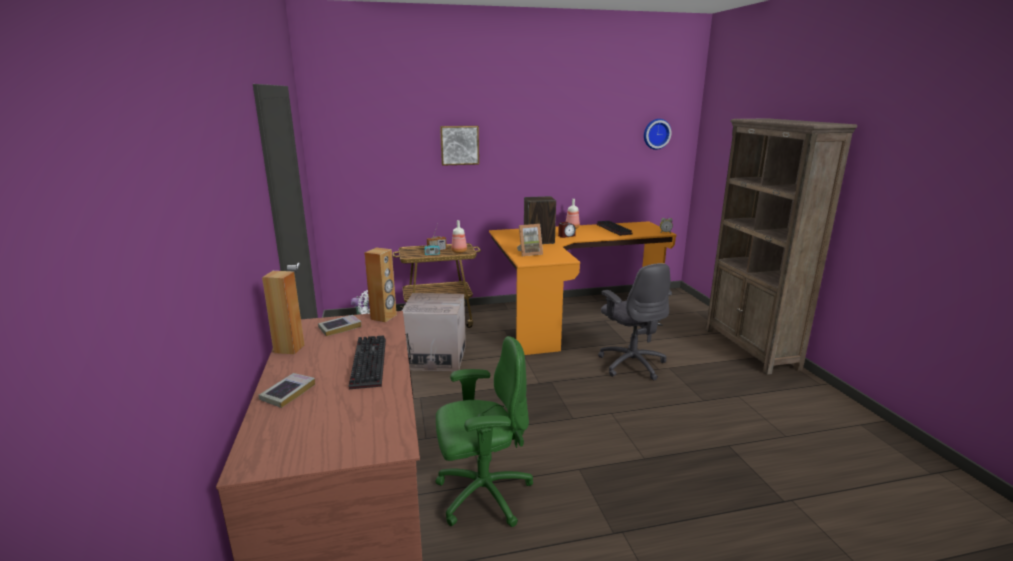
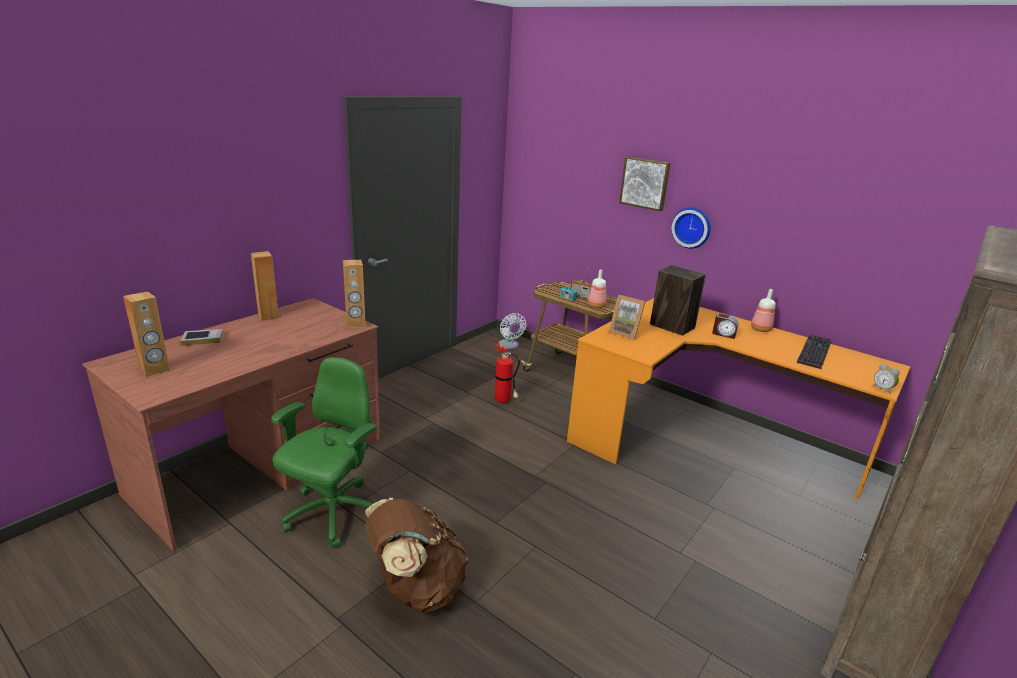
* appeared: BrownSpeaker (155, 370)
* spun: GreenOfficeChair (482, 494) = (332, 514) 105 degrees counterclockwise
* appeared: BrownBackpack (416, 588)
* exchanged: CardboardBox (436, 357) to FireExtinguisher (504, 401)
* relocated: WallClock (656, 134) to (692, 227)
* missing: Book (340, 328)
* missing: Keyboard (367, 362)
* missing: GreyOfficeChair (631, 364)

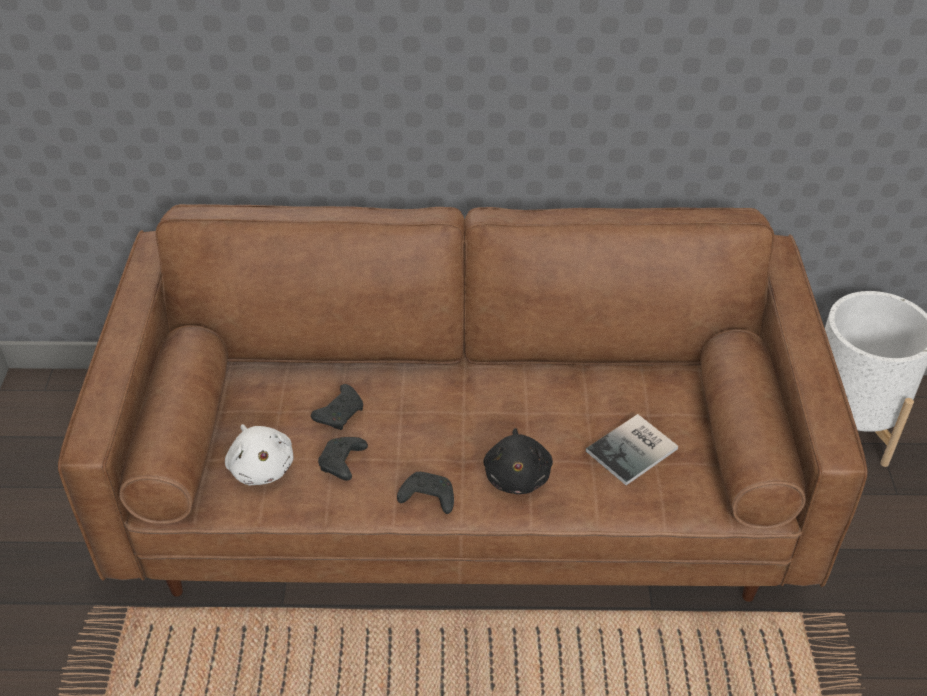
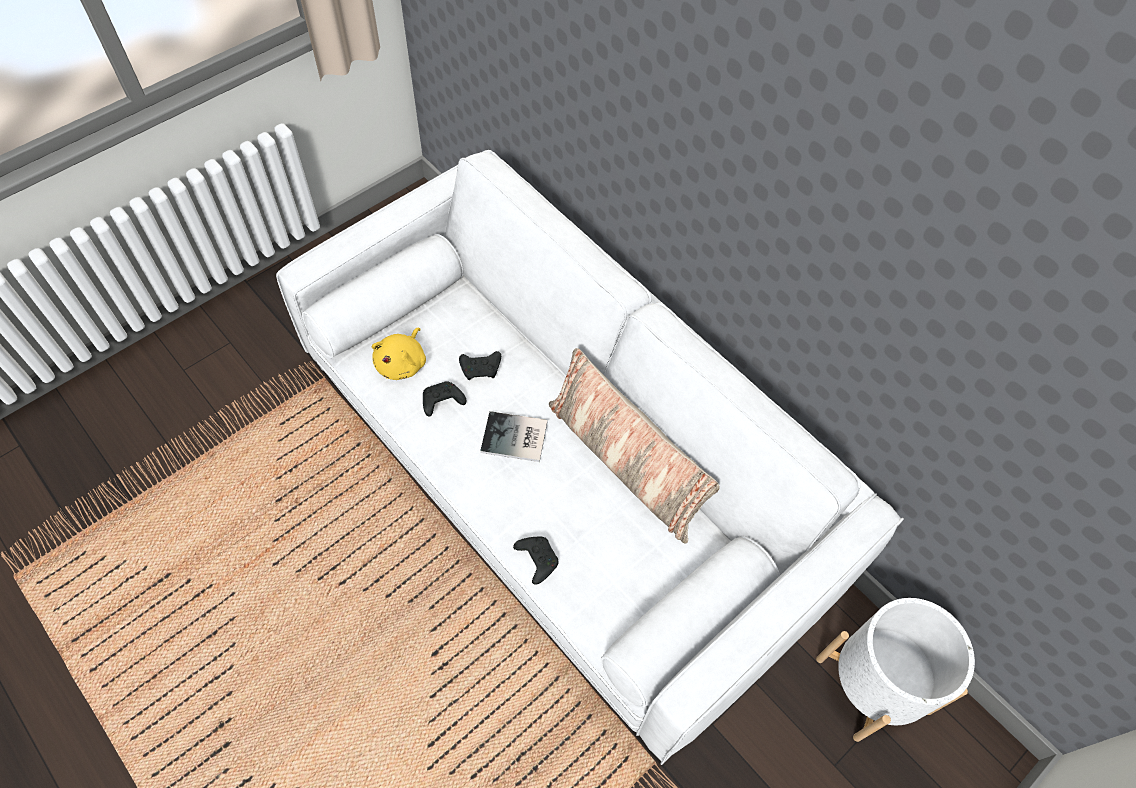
* colour: BrownSofa (463, 490) to WhiteSofa (562, 477)
* colour: WhitePlushToy (261, 467) to YellowPlushToy (402, 363)
* relocated: Book (635, 450) to (515, 439)
* relocated: BlackGameController (426, 498) to (536, 559)
* appeared: Pillow (625, 463)
* missing: BlackPlushToy (517, 475)

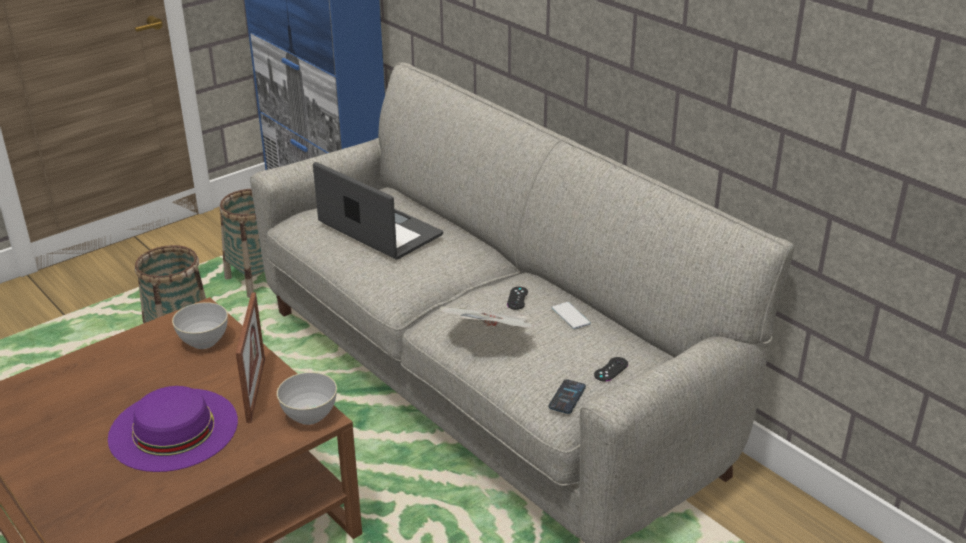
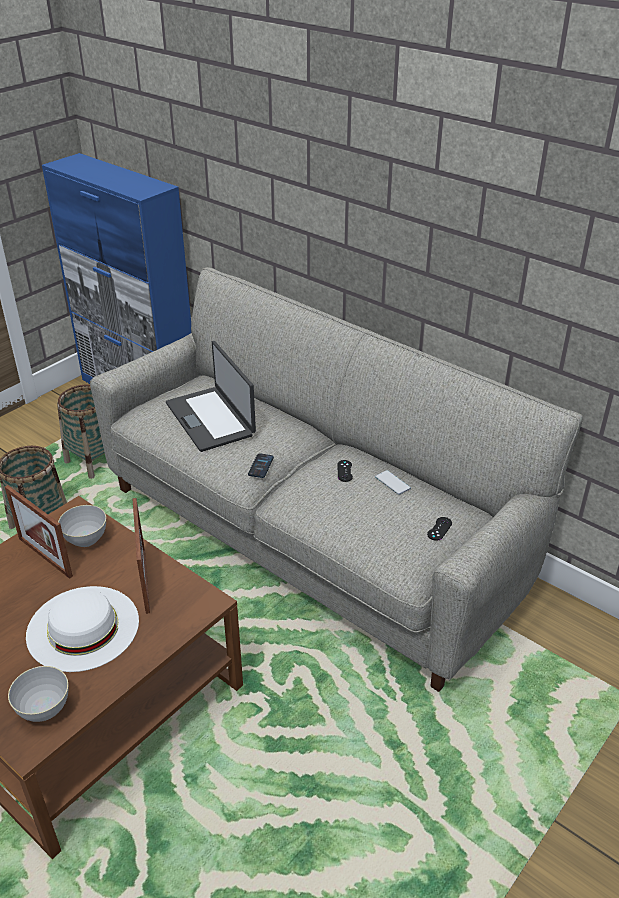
* appeared: PictureFrame (45, 557)
* relocated: GreyBowl (309, 416) to (44, 709)
* colour: PurpleHat (173, 429) to WhiteHat (83, 627)
* spun: Laptop (379, 230) = (211, 418) 150 degrees counterclockwise
* relocated: Phone (567, 397) to (261, 466)
* missing: Newspaper (491, 338)

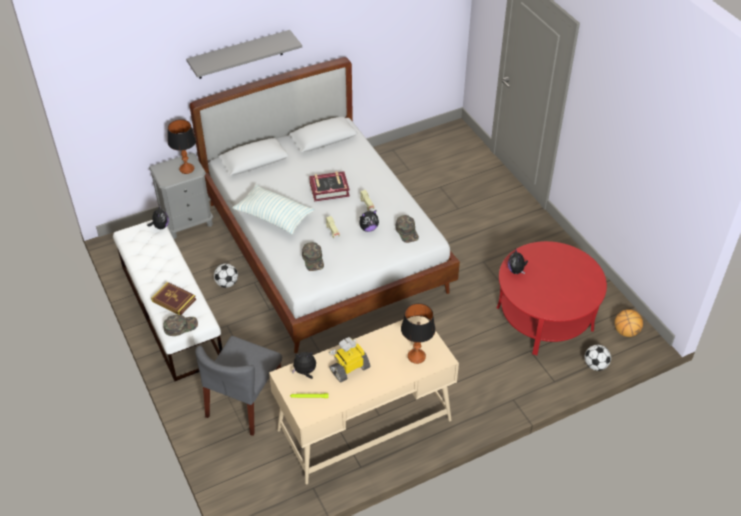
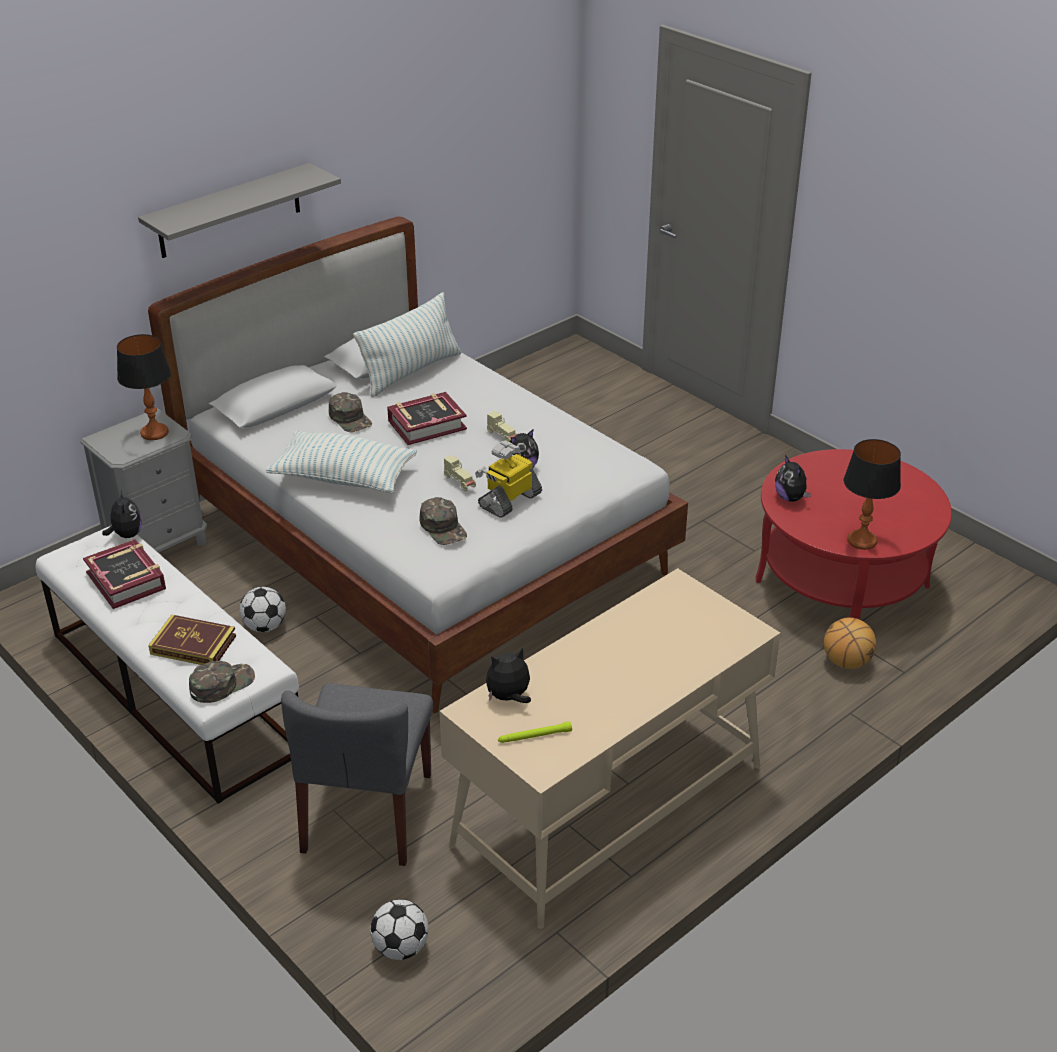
* appeared: Book (127, 580)
* relocated: GreenCap (407, 232) to (350, 418)
* appeared: Pillow (411, 372)
* relocated: Football (595, 365) to (400, 947)
* relocated: ToyRobot (349, 368) to (509, 500)
* relocated: Basketball (626, 332) to (846, 662)
* relocated: TableLamp (416, 356) to (861, 541)

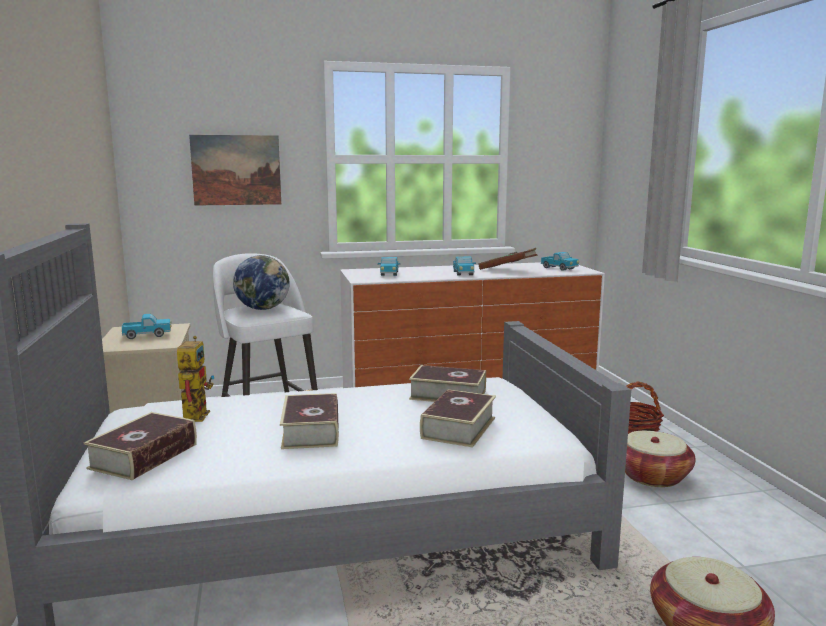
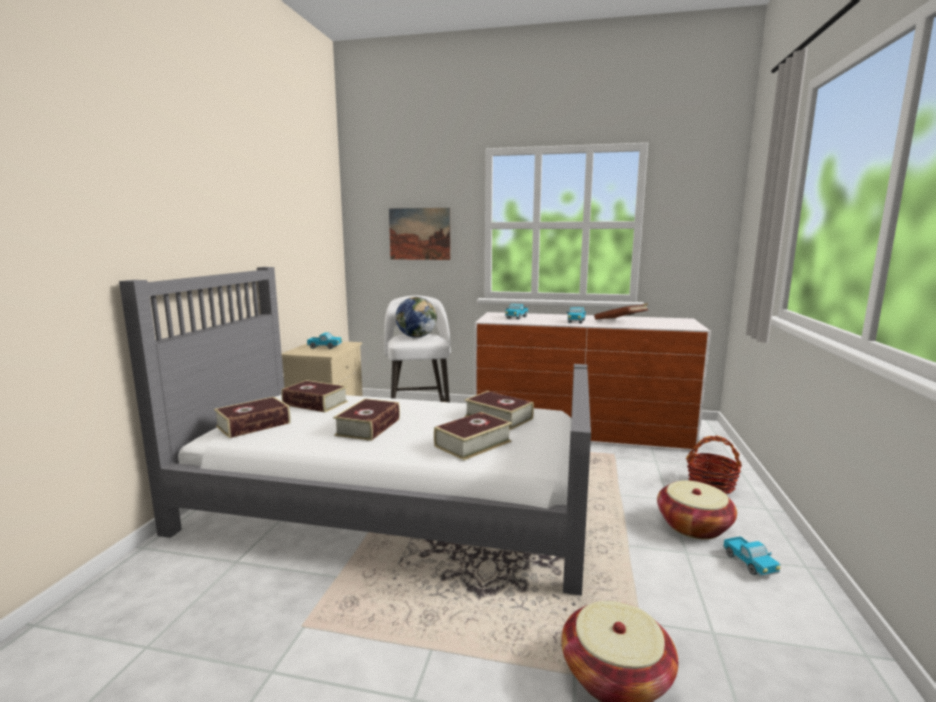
* exchanged: ToyRobot (195, 414) to Book (315, 403)
* relocated: ToyTruck (559, 268) to (749, 564)

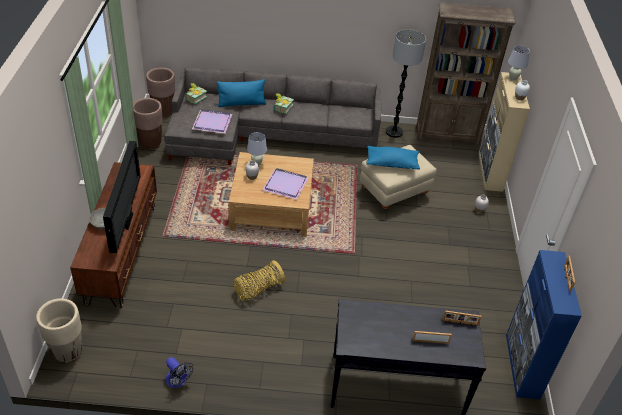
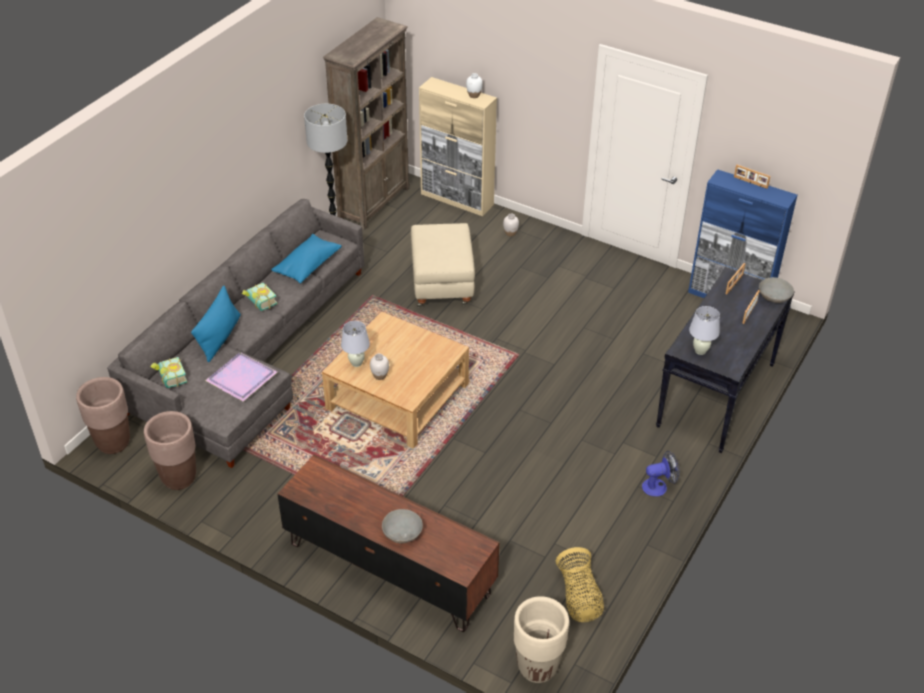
* relocated: BluePillow (392, 163) to (307, 266)
* relocated: Basket (257, 289) to (579, 597)
* relocated: Fan (178, 381) to (658, 486)
* relocated: WhiteTableLamp (513, 78) to (700, 351)
* appeared: GreyBowl (774, 297)
* missing: Television (127, 220)
* missing: PurpleTray (286, 185)

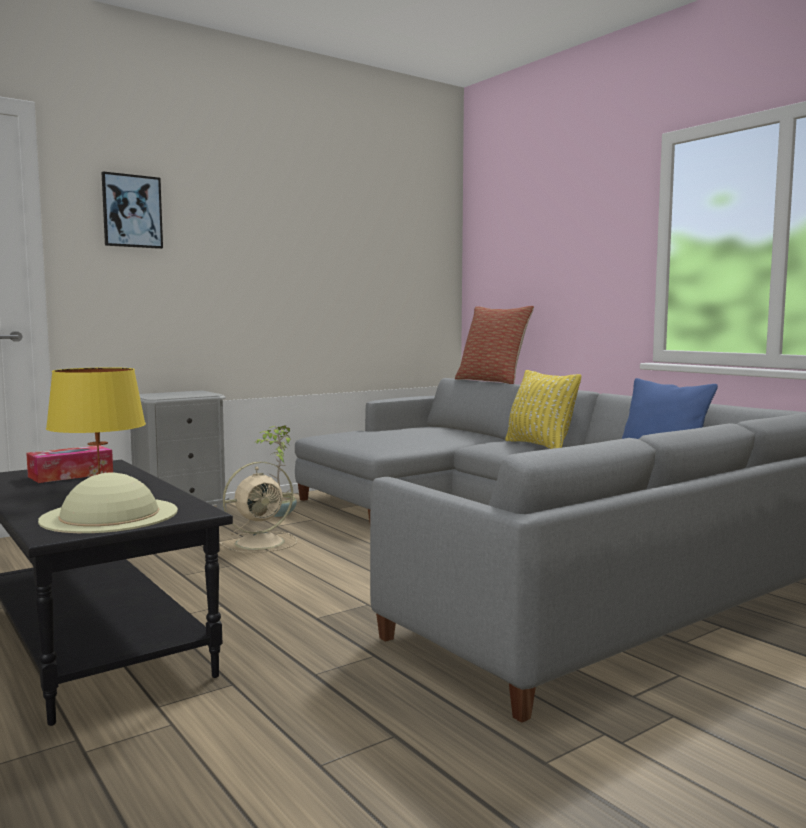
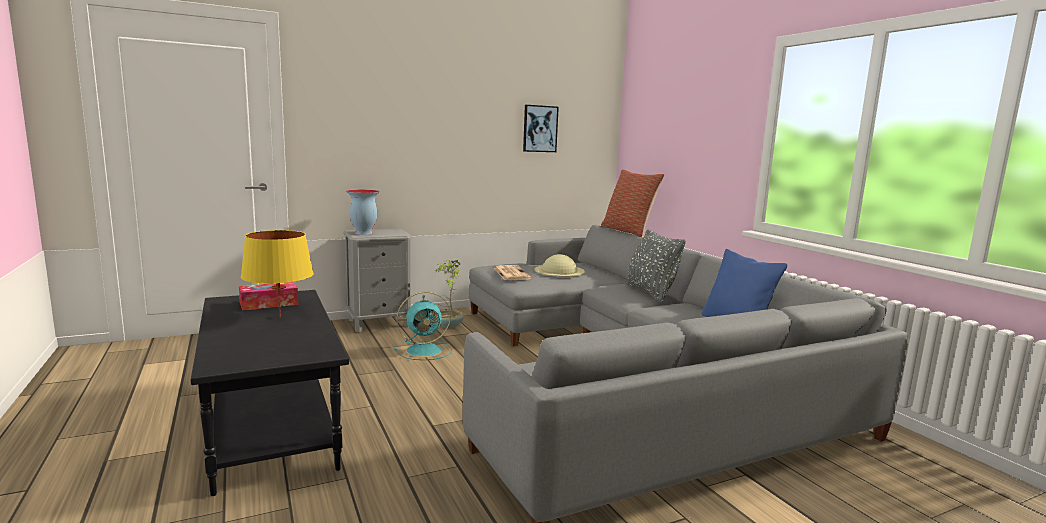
* appeared: Vase (363, 233)
* colour: BeigeFan (262, 542) to TurquoiseFan (425, 350)
* appeared: Newspaper (511, 273)
* relocated: Picture (132, 211) to (540, 128)
* relocated: BeigeHat (110, 515) to (559, 270)
* colour: YellowPillow (540, 445) to GreyPillow (650, 292)

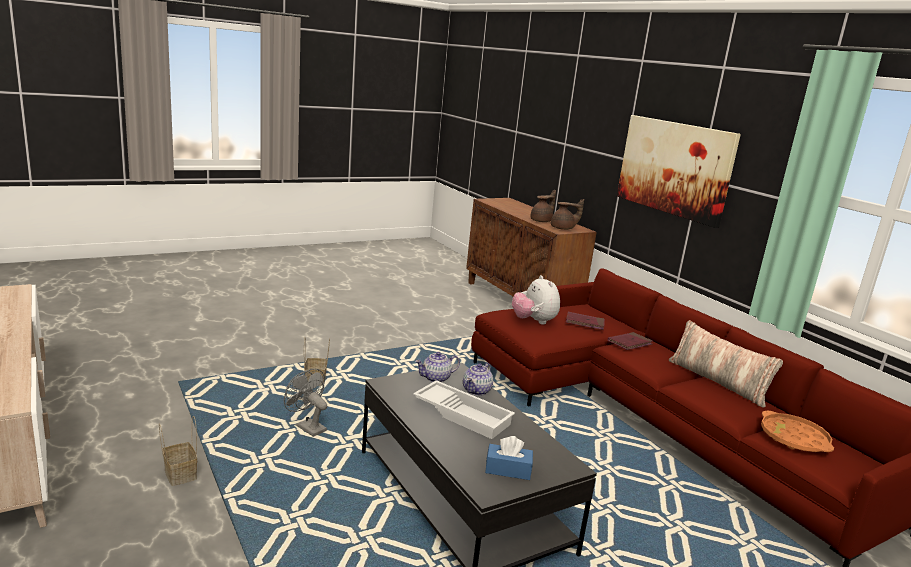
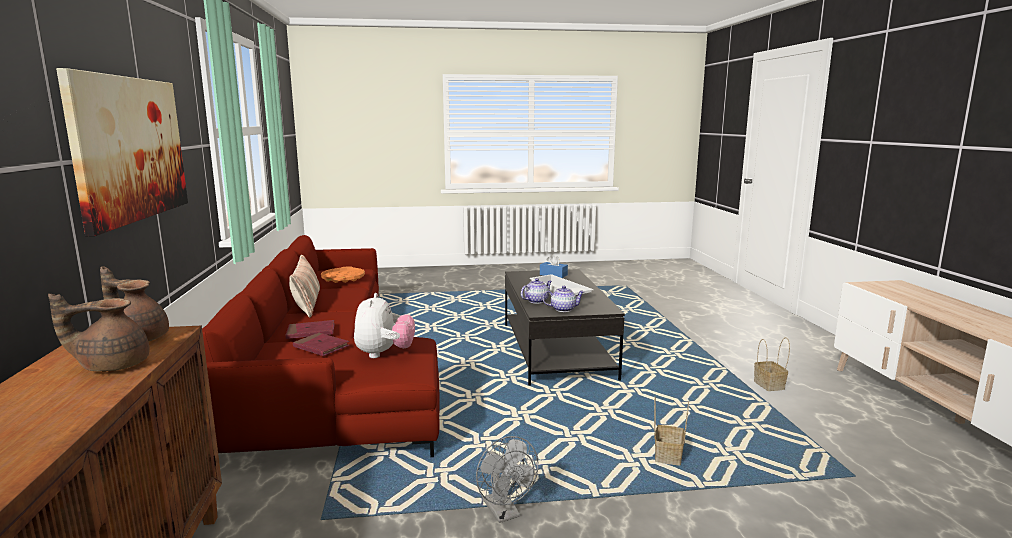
* relocated: GreyFan (307, 427) to (504, 513)

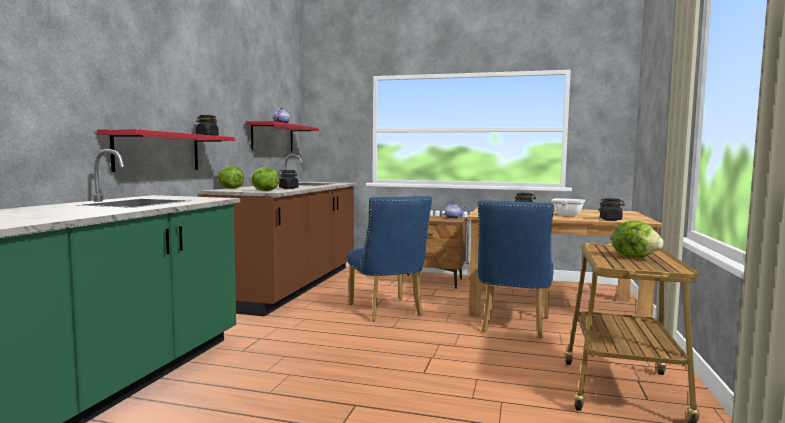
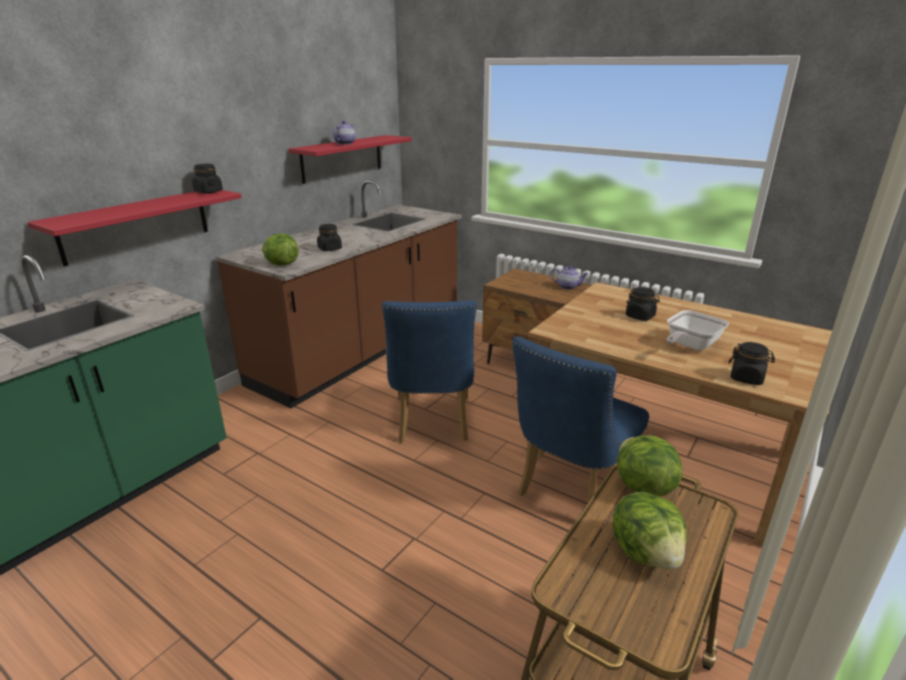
* relocated: Lettuce (230, 188) to (642, 486)

